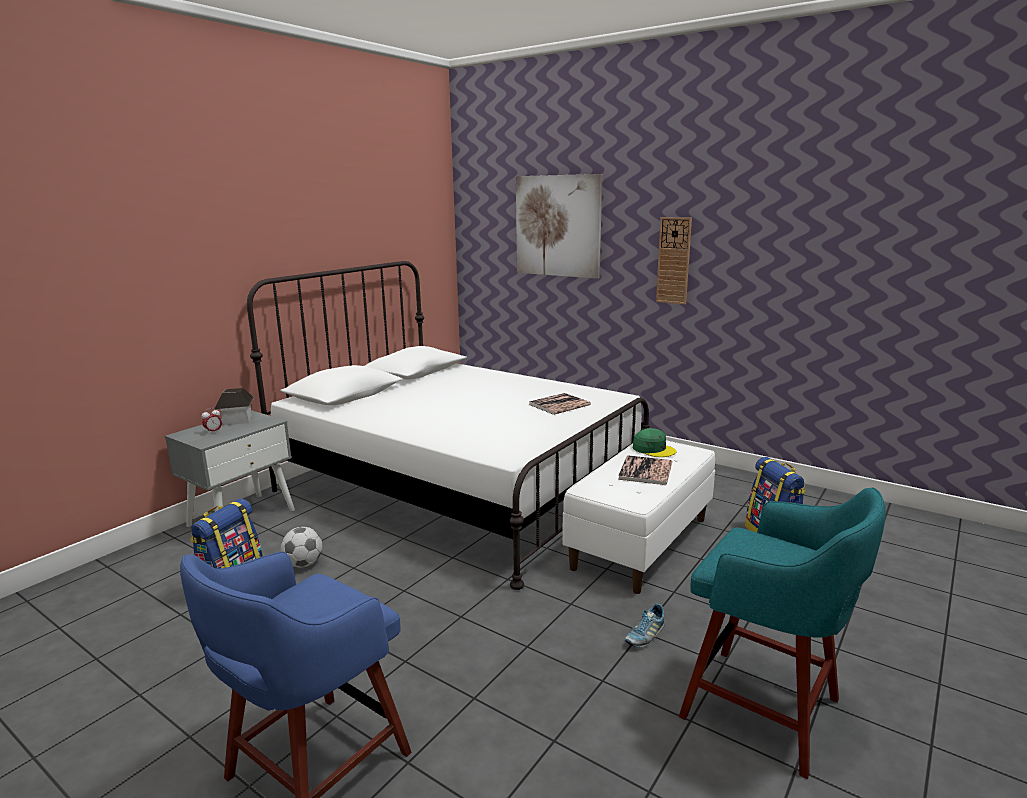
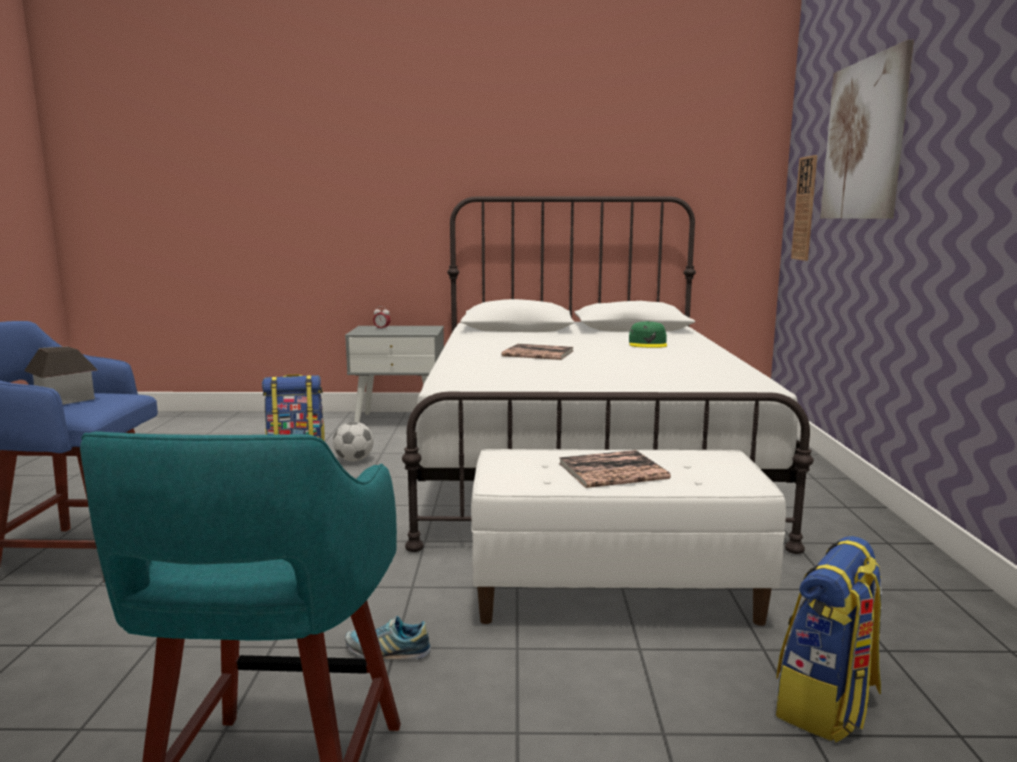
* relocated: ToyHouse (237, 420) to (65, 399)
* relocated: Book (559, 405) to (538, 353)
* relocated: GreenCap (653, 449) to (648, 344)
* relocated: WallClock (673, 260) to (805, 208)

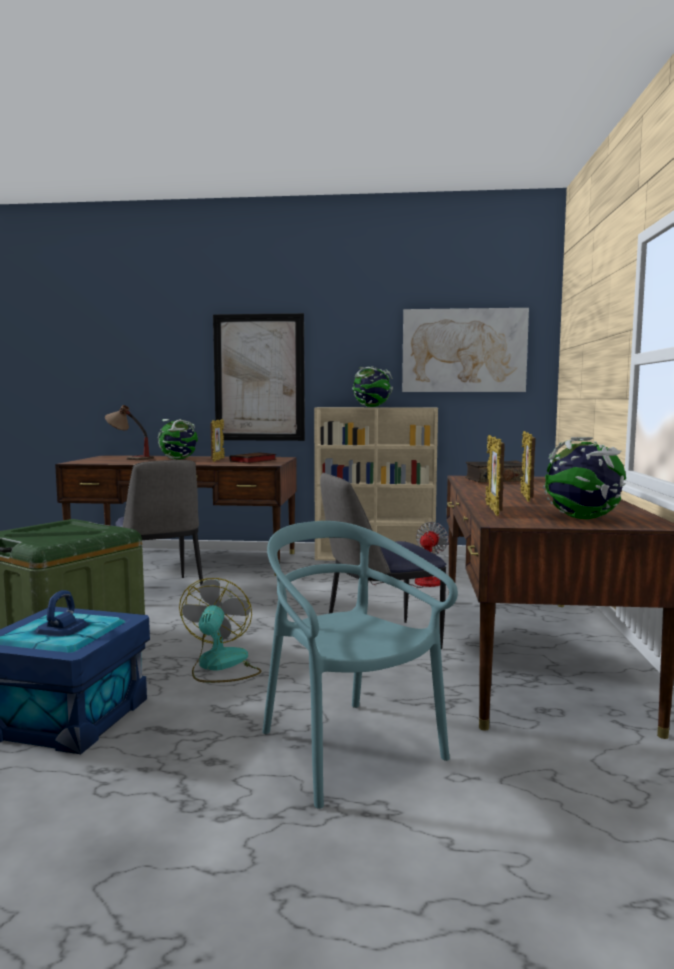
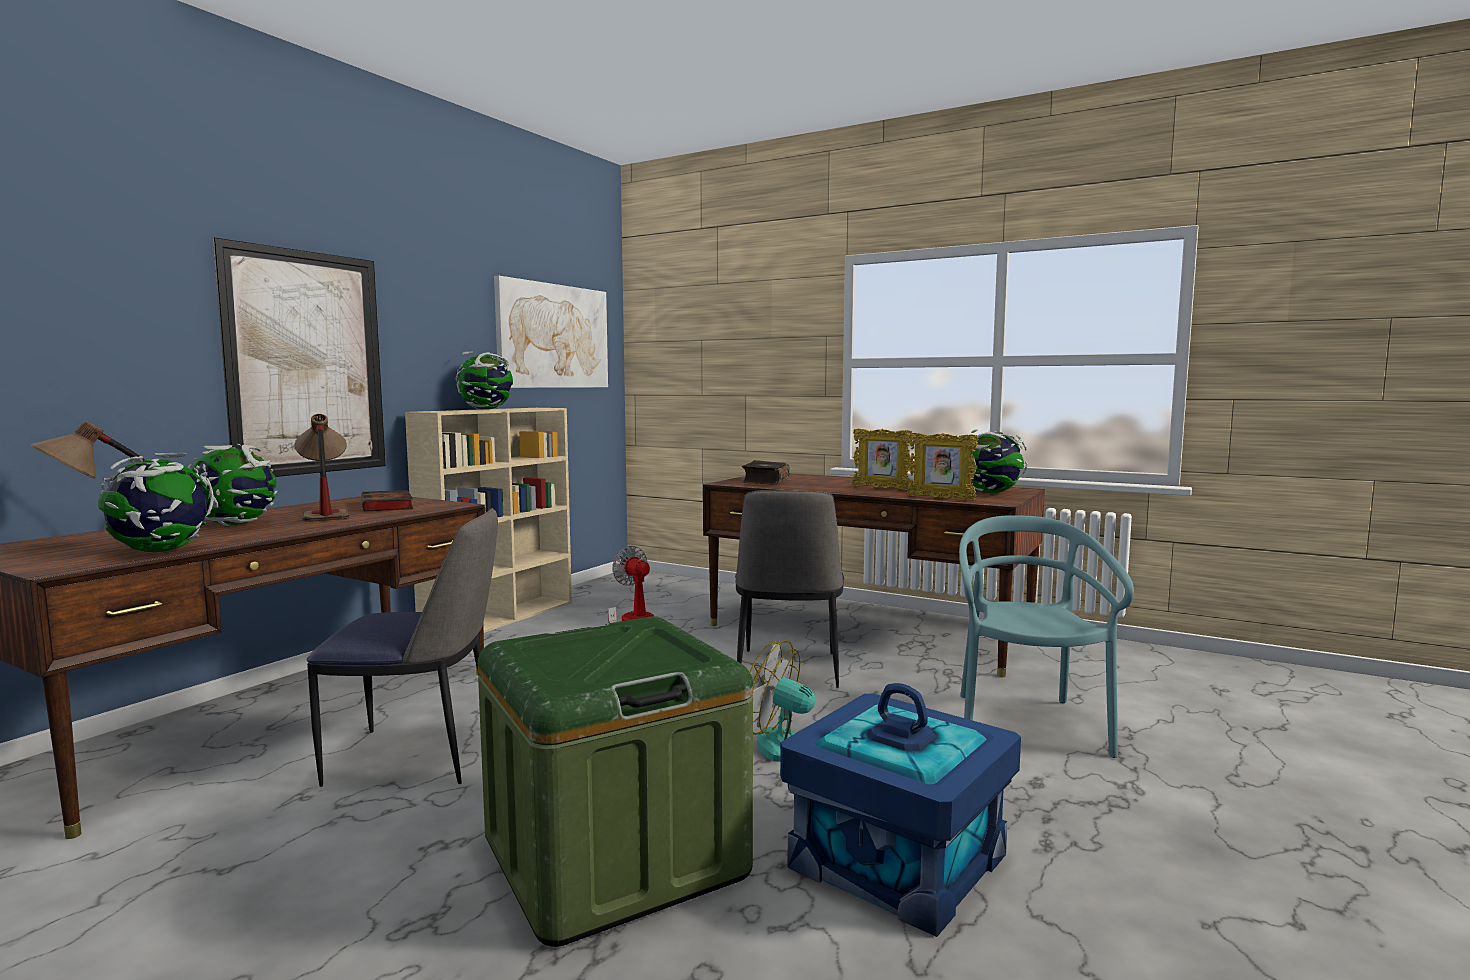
* appeared: Globe (160, 551)
* exchanged: PictureFrame (217, 460) to TableLamp (324, 514)
* spun: TurquoiseChair (348, 749) = (1025, 725) 105 degrees clockwise

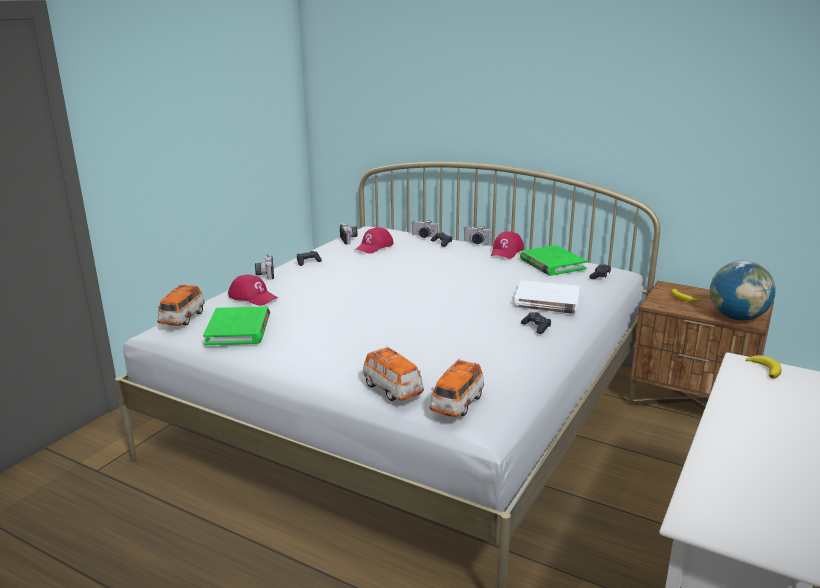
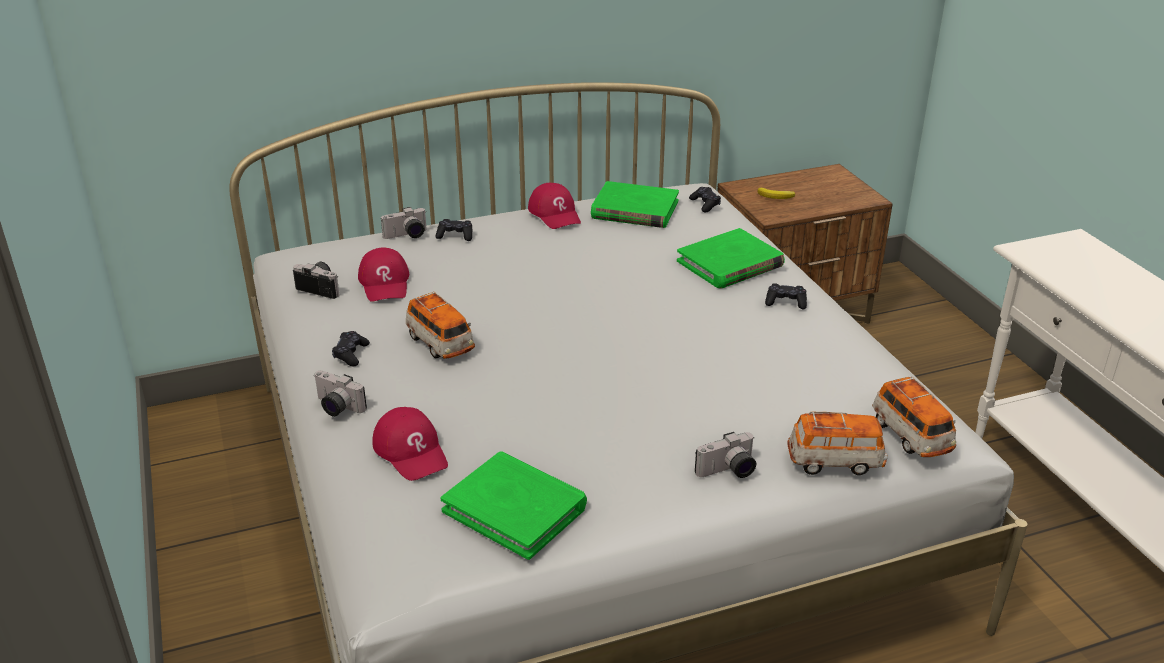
* spun: RedCap (253, 297) = (411, 451) 75 degrees clockwise
* relocated: ToyCar (182, 319) to (440, 344)
* colour: WhiteBook (547, 301) to GreenBook (730, 264)
* relocated: PhotoCamera (475, 242) to (728, 472)
* missing: Globe (737, 317)
* missing: Banana (765, 369)

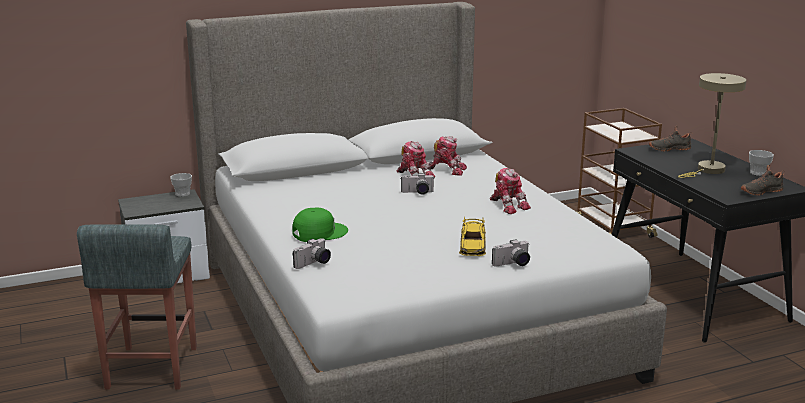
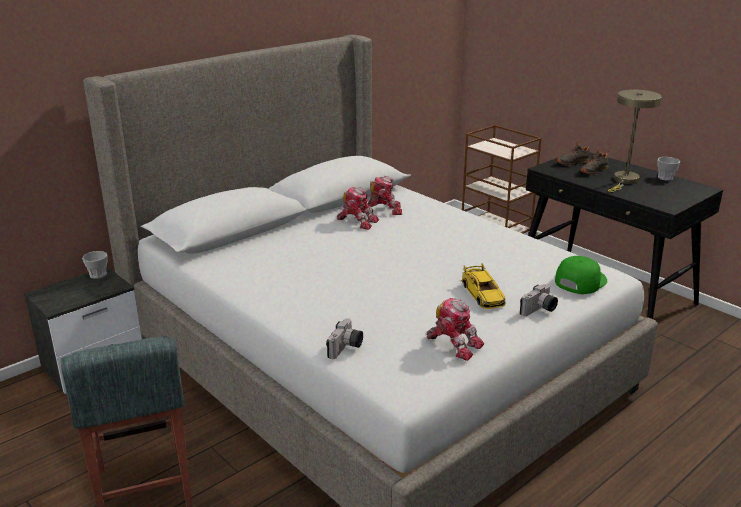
* relocated: ToyRobot (508, 205) to (454, 344)
* relocated: GreenCap (319, 232) to (579, 281)
* relocated: BlackShoe (760, 191) to (593, 170)
* missing: PhotoCamera (417, 193)

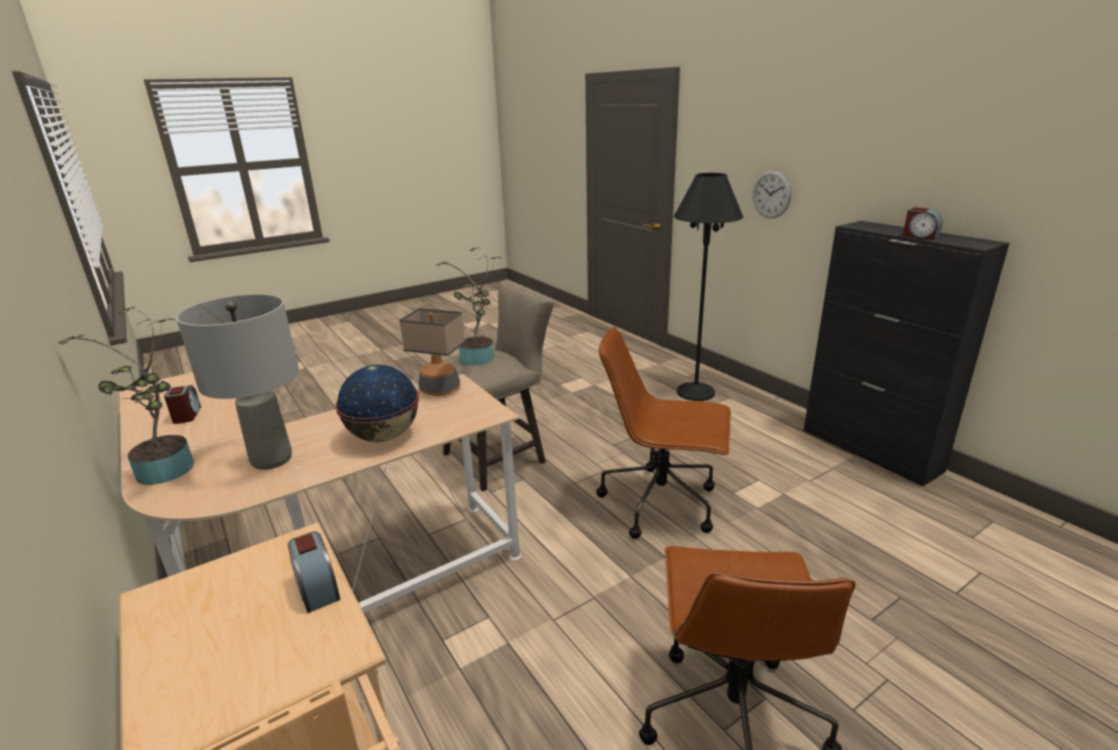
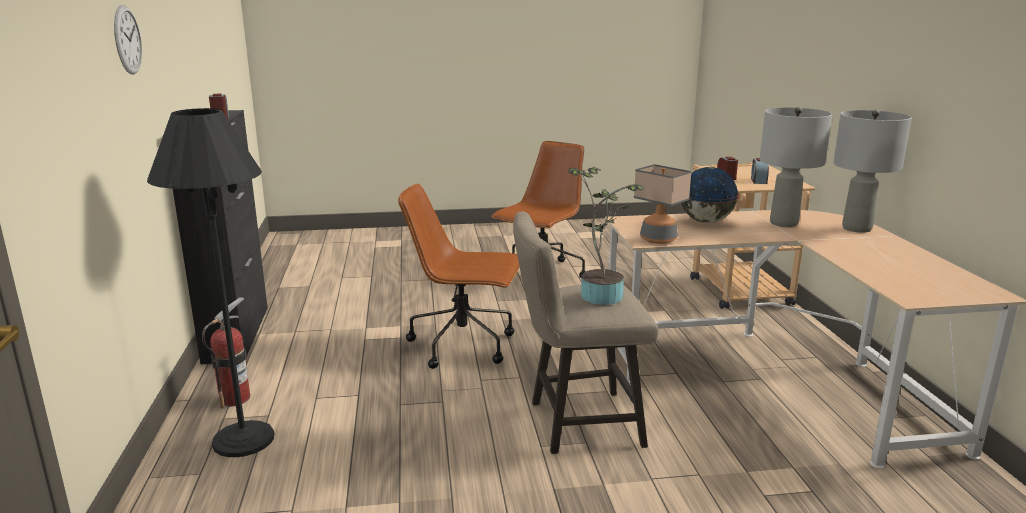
* relocated: WallClock (771, 194) to (127, 40)
* appeared: FireExtinguisher (234, 398)
* spun: BrownOfficeChair (662, 503) = (464, 345) 150 degrees clockwise
* relocated: AlarmClock (187, 415) to (758, 181)
* exchanged: PottedPlant (167, 472) to GreyTableLamp (856, 228)

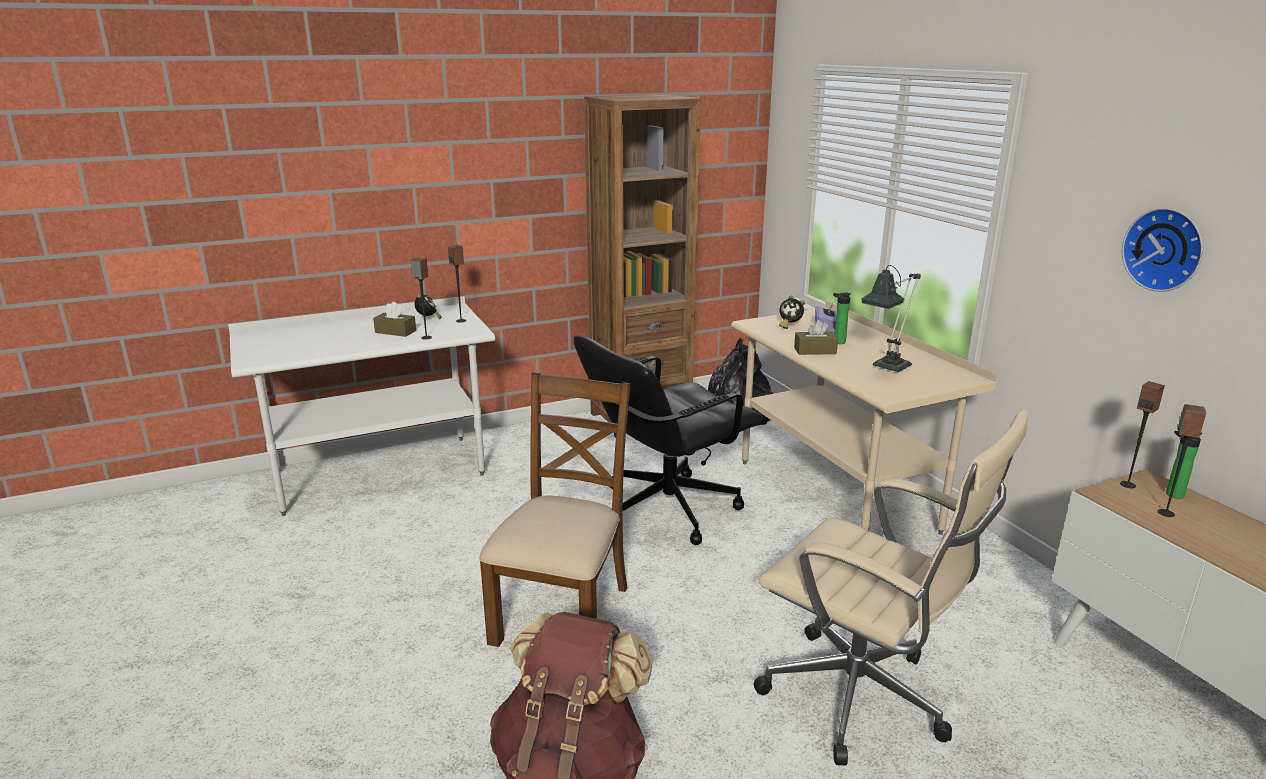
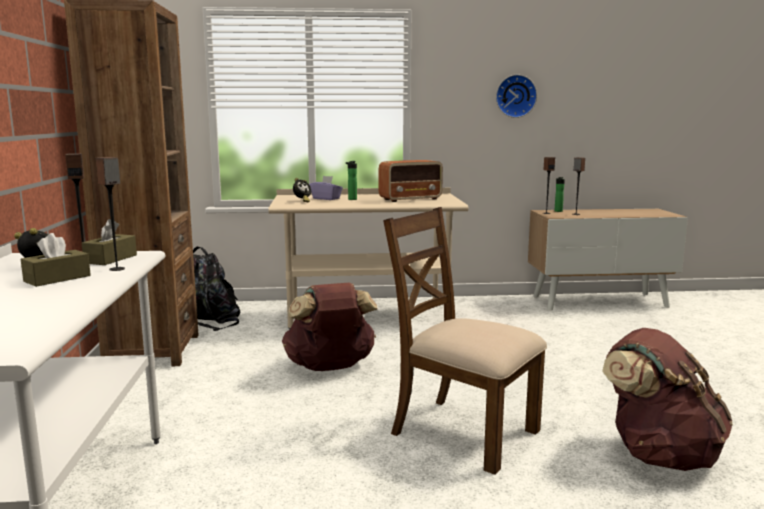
* relocated: BrownTissueBox (815, 351) to (111, 259)
* exchanged: BlackOfficeChair (666, 508) to BrownBackpack (330, 368)
* exchanged: TableLamp (887, 368) to Radio (411, 199)
* missing: BeigeOfficeChair (862, 700)

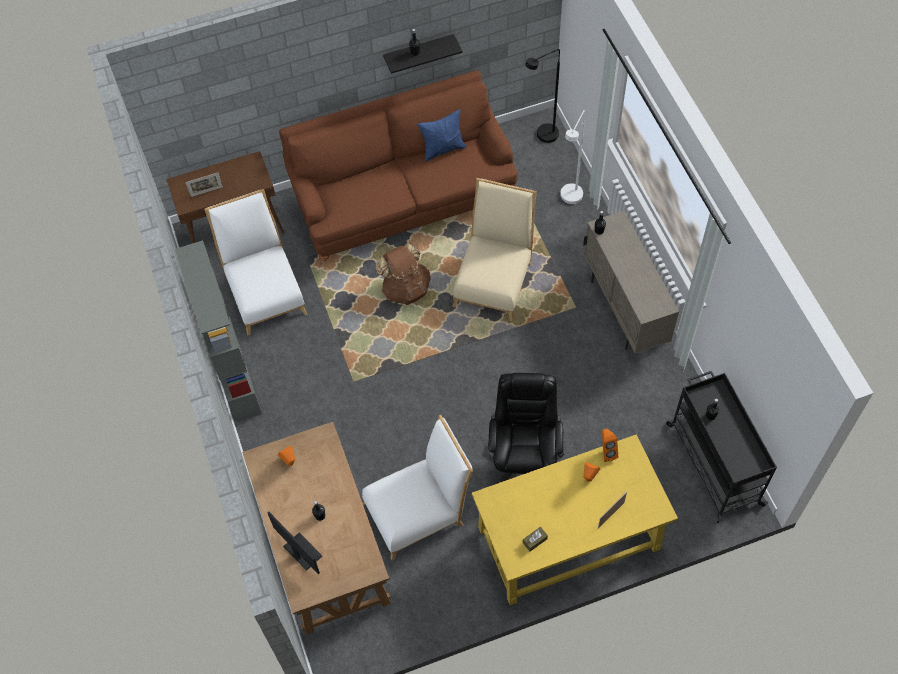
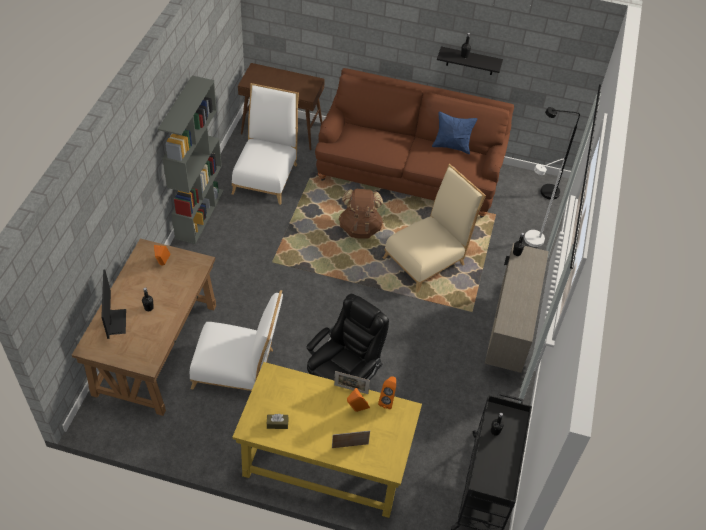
* relocated: PictureFrame (206, 192) to (351, 389)

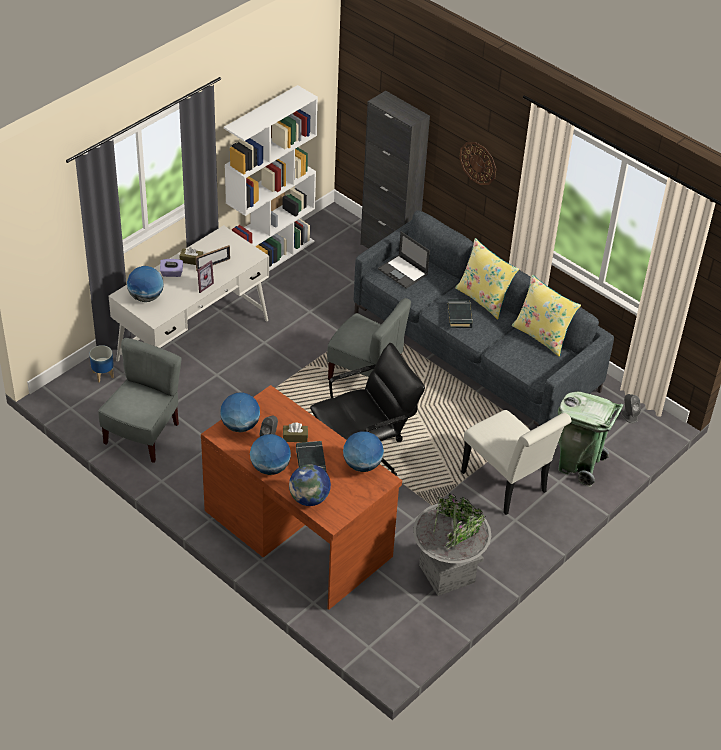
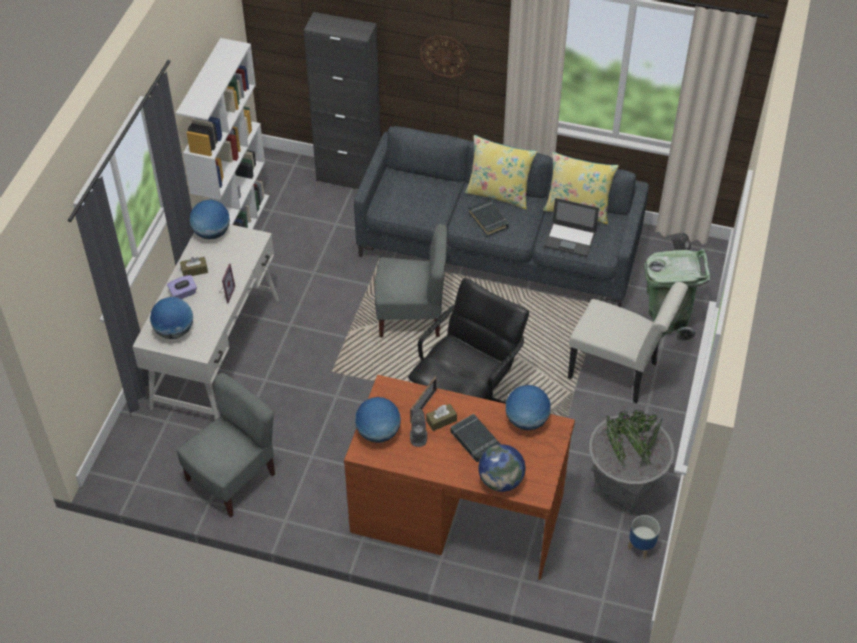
* spun: GreyChair (143, 434) = (232, 478) 45 degrees clockwise
* relocated: Globe (270, 467) to (211, 233)
* relocated: PictureFrame (213, 264) to (423, 406)
* relocated: Laptop (403, 272) to (570, 239)
* relocated: Planter (103, 375) to (641, 547)

